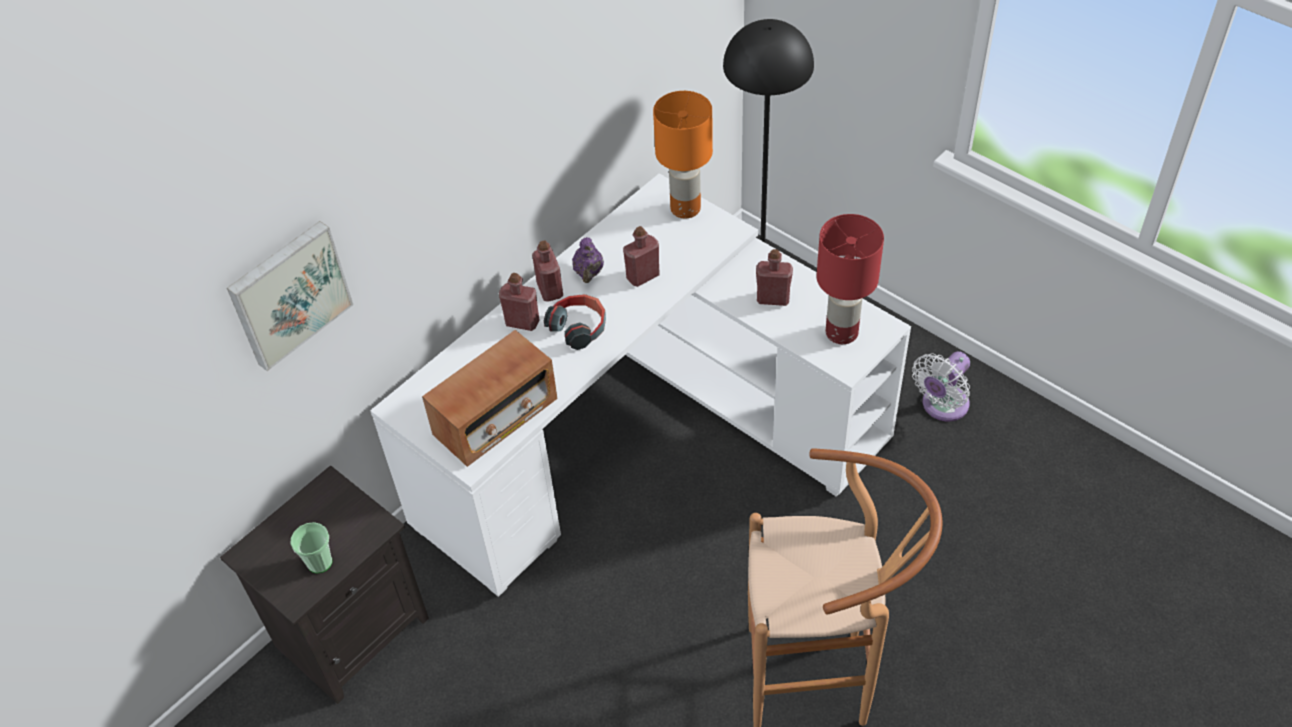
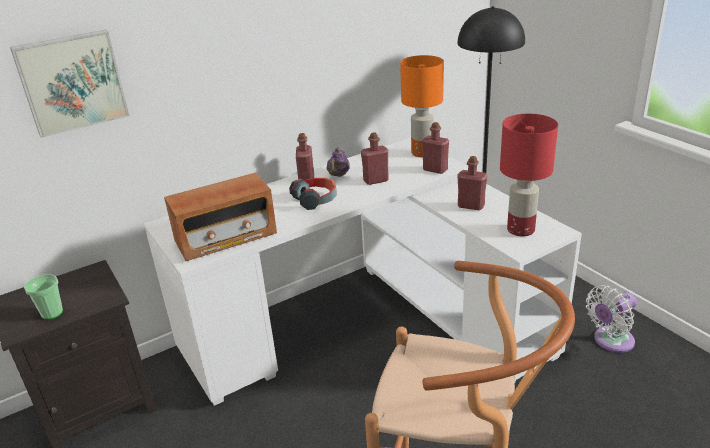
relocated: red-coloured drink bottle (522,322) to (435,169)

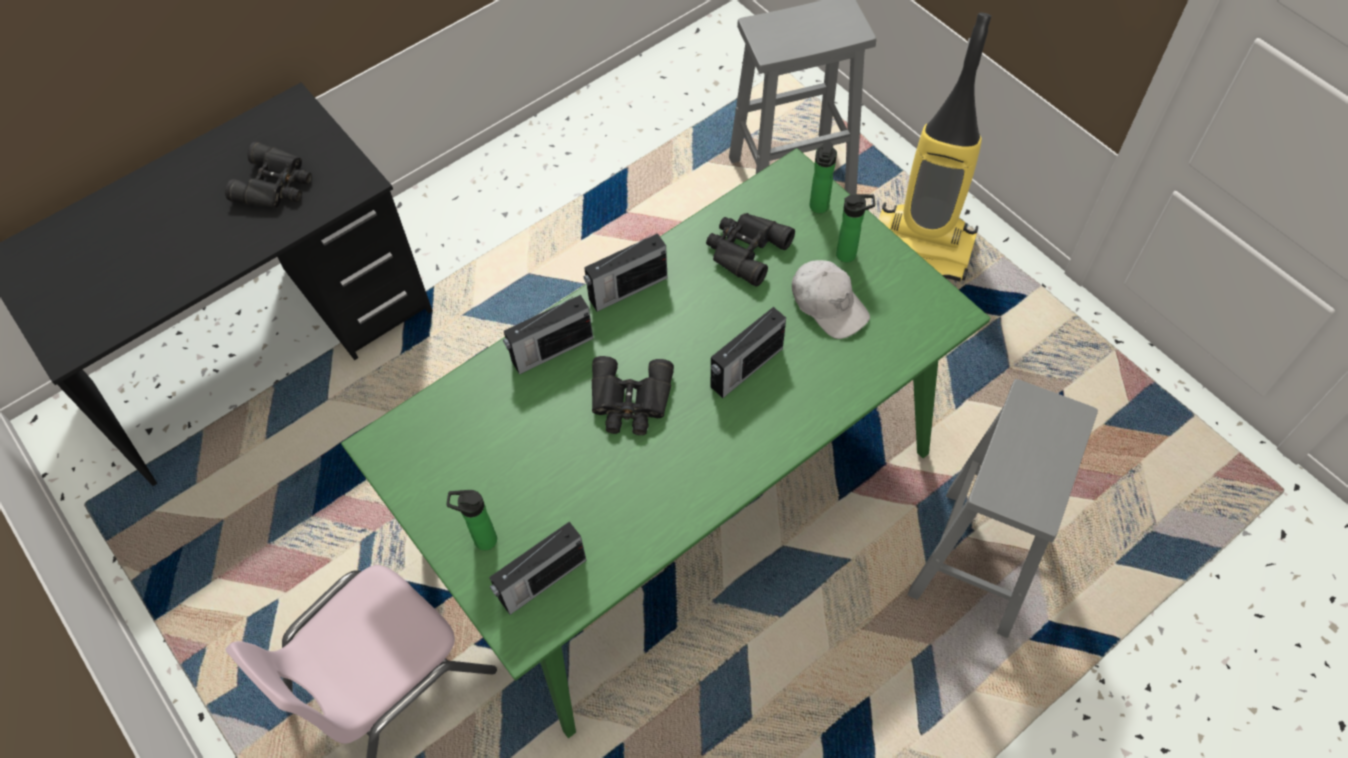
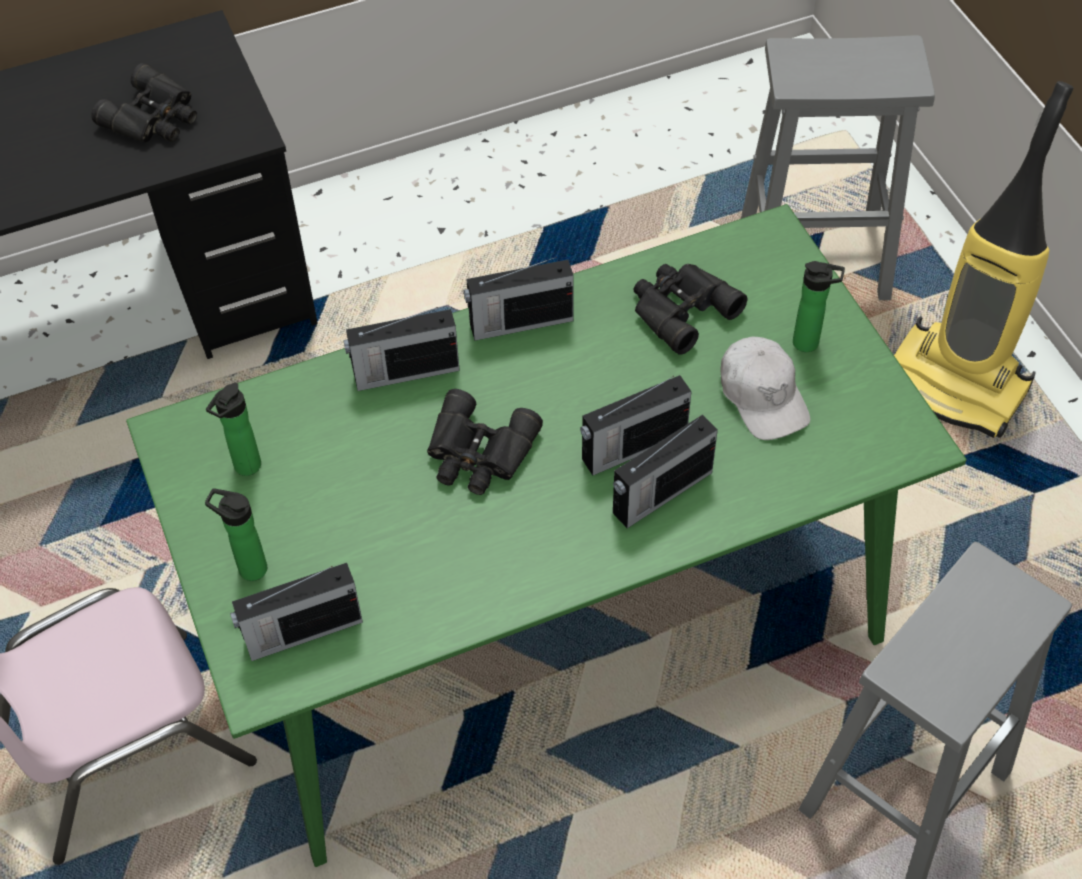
appeared: radio (660,493)
relocated: drink bottle (818,208) to (245,468)

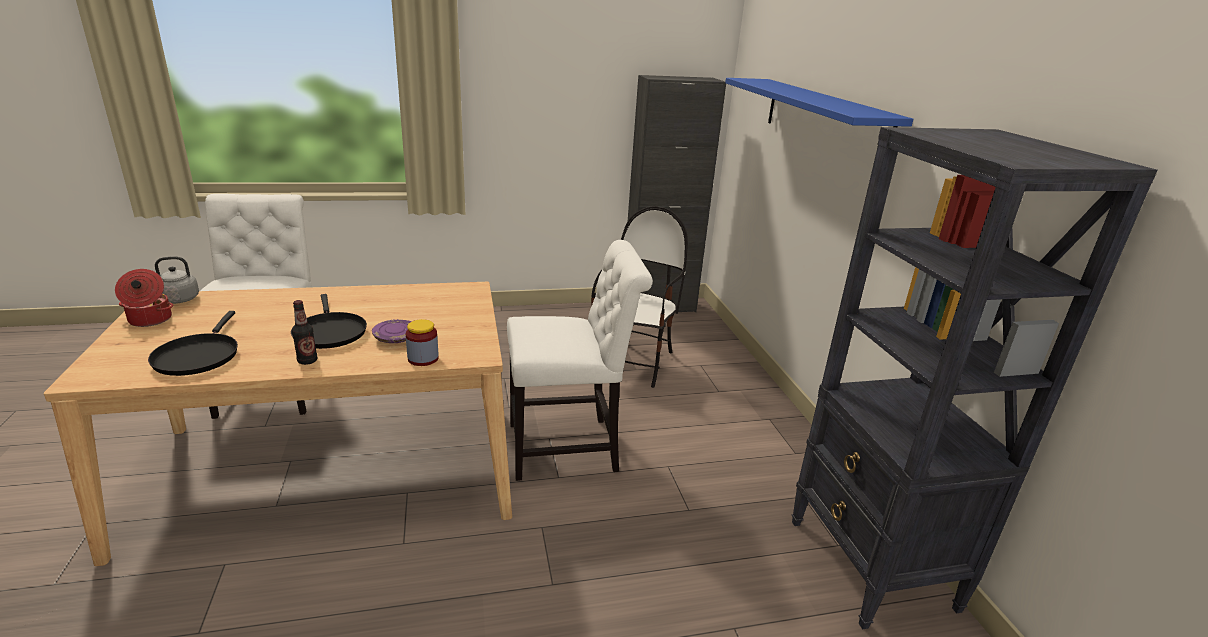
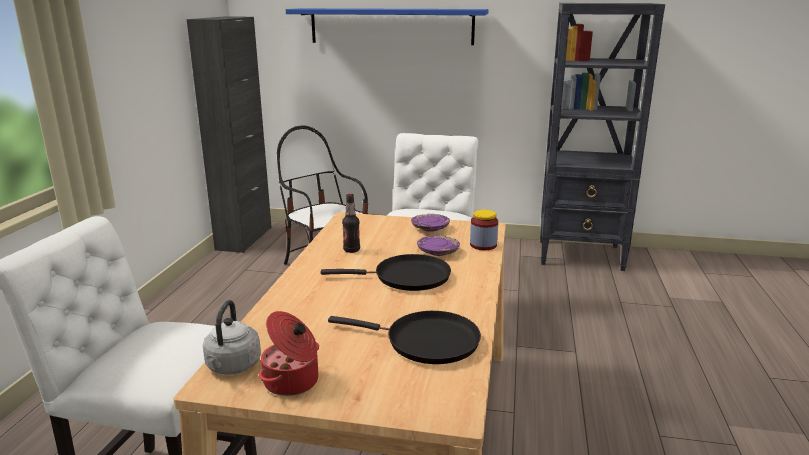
appeared: purple plate (430,228)
relocated: drink bottle (307,361) to (351,250)

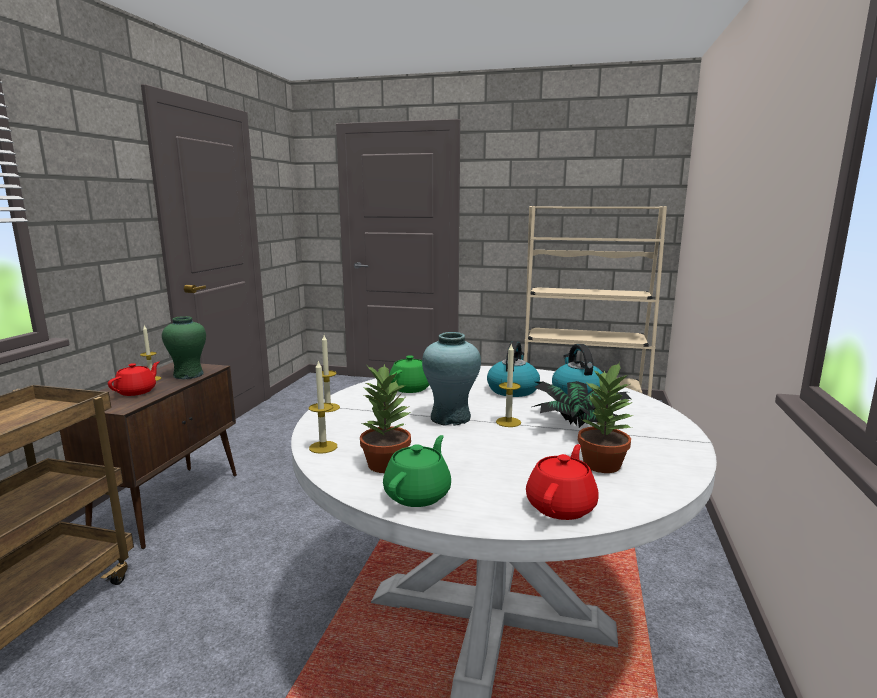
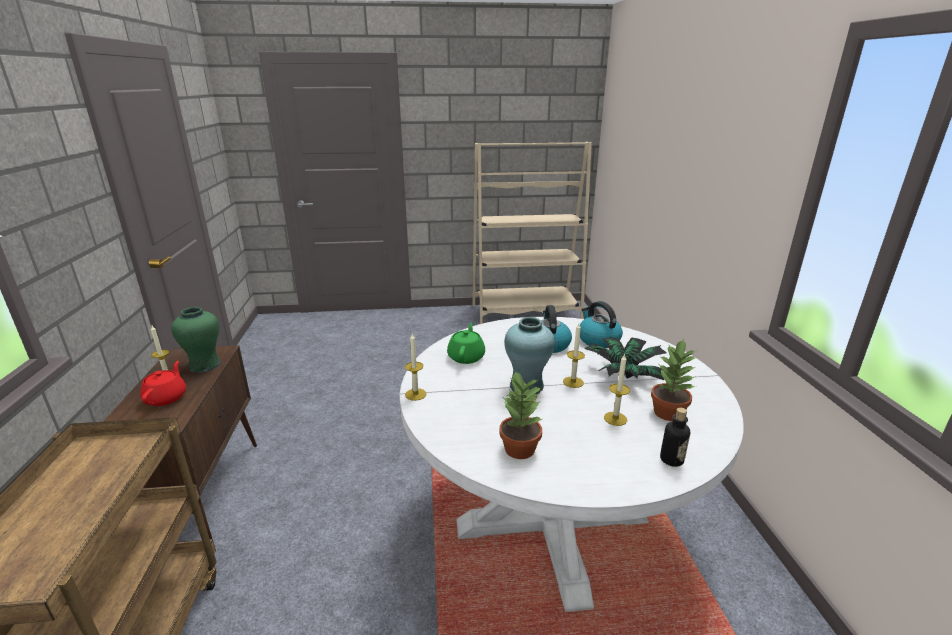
missing: green tea pot (418,494)
relocated: candle (323,447) to (615,418)
exchanged: red-coloured tea pot (561,506) to drink bottle (671,459)

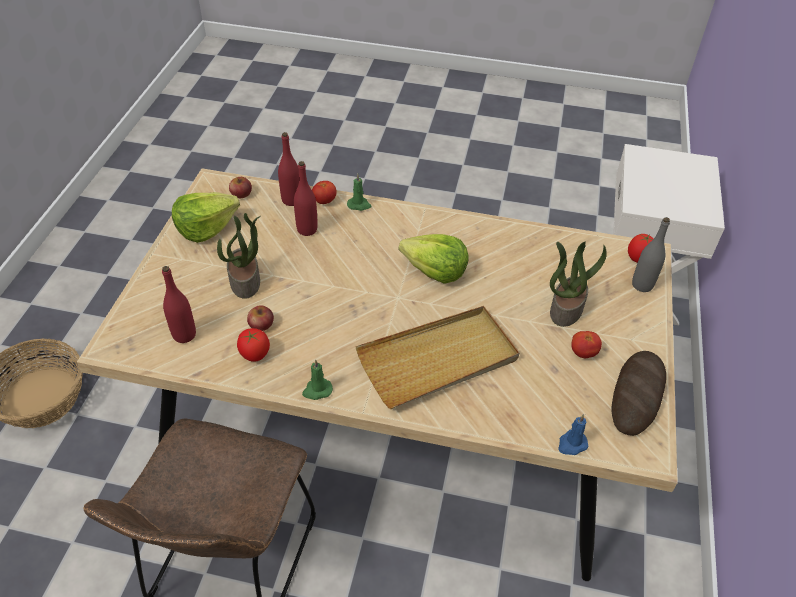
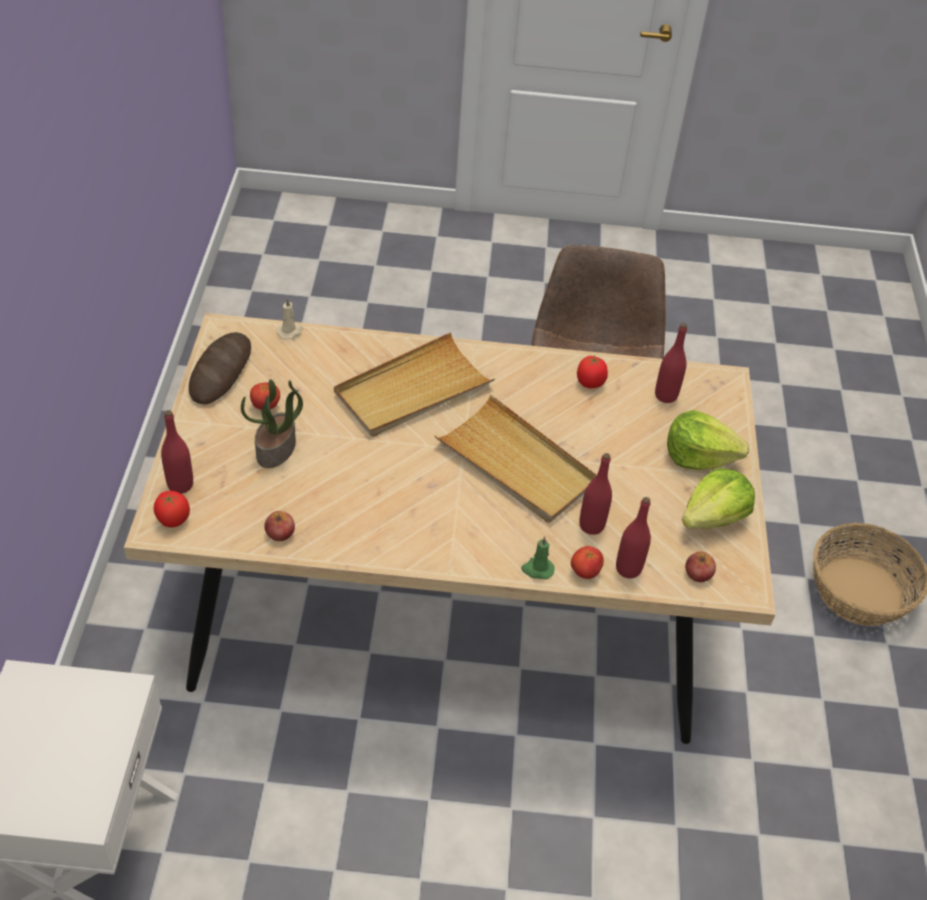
missing: potted plant (246,281); green candle (317,390)
appeared: sand-coloured carrying tray (517,464)
relocated: whole apple (261,324) to (280,533); lettuce head (435,271) to (698,456)
colour: gray drink bottle (642,285) to red-coloured drink bottle (180,485); bluish candle (571,444) to sand-coloured candle (290,332)

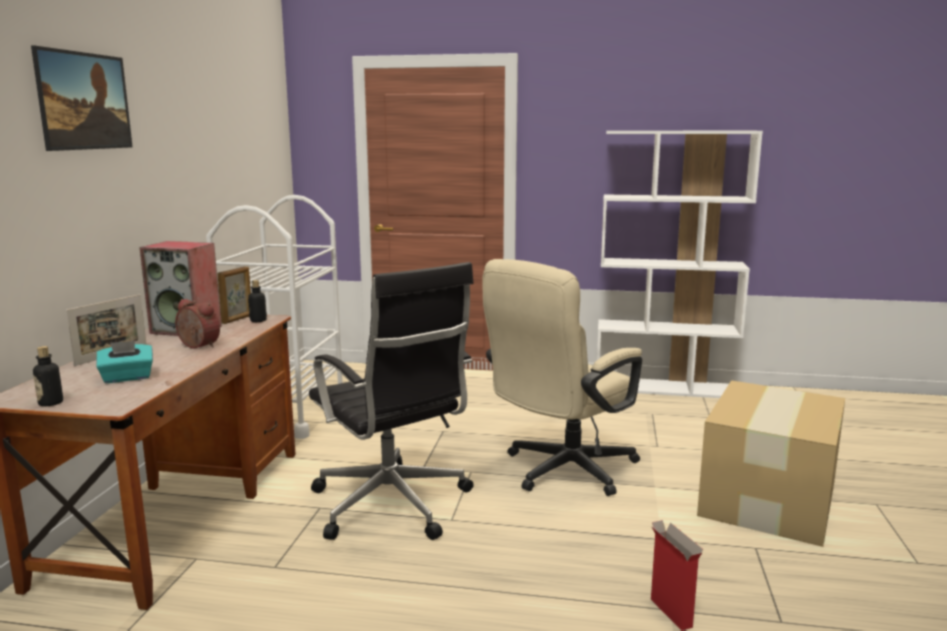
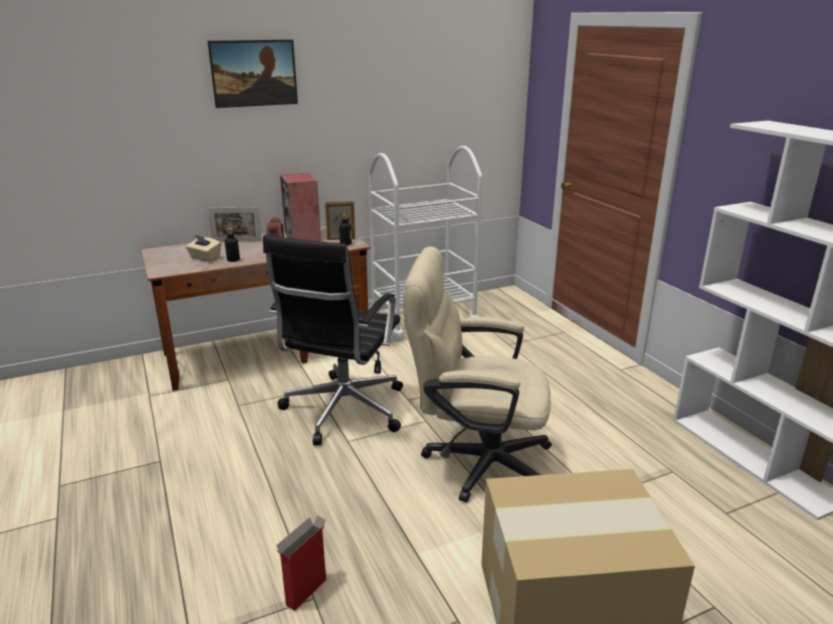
relocated: drink bottle (51,403) to (233,260)
colour: turquoise-coloured box of tissues (127,378) to sand-coloured box of tissues (205,258)

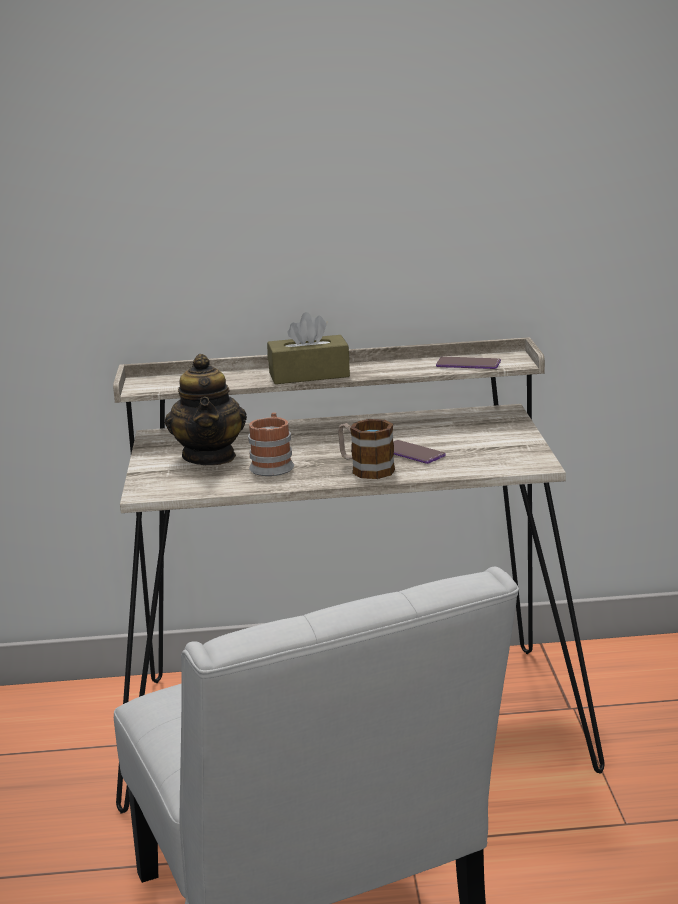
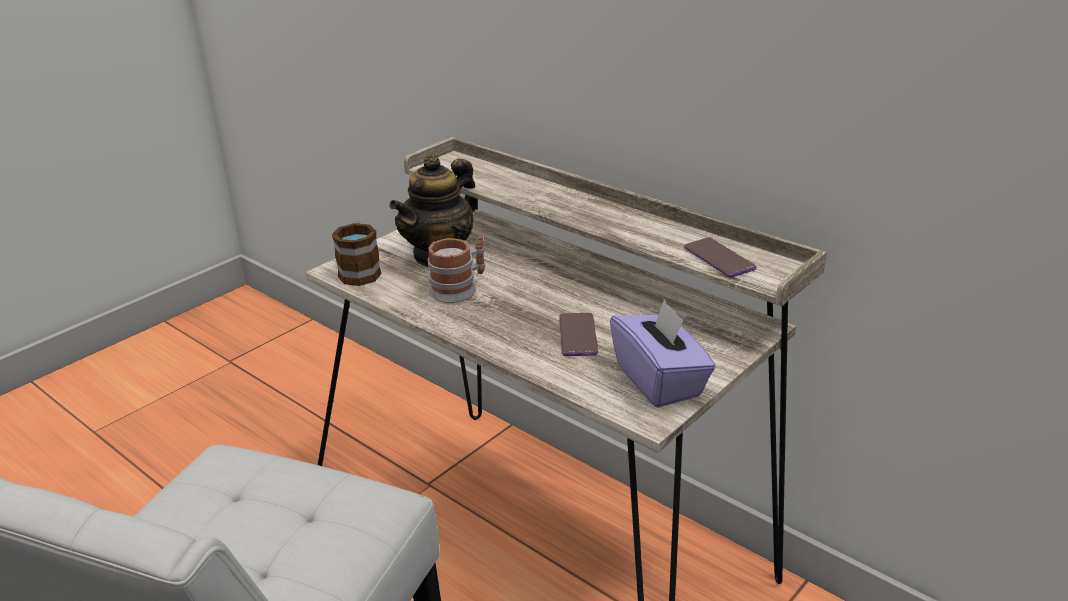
missing: brown box of tissues (309,375)
appeared: purple box of tissues (660,381)
relocated: tea mug (365,469) to (360,270)

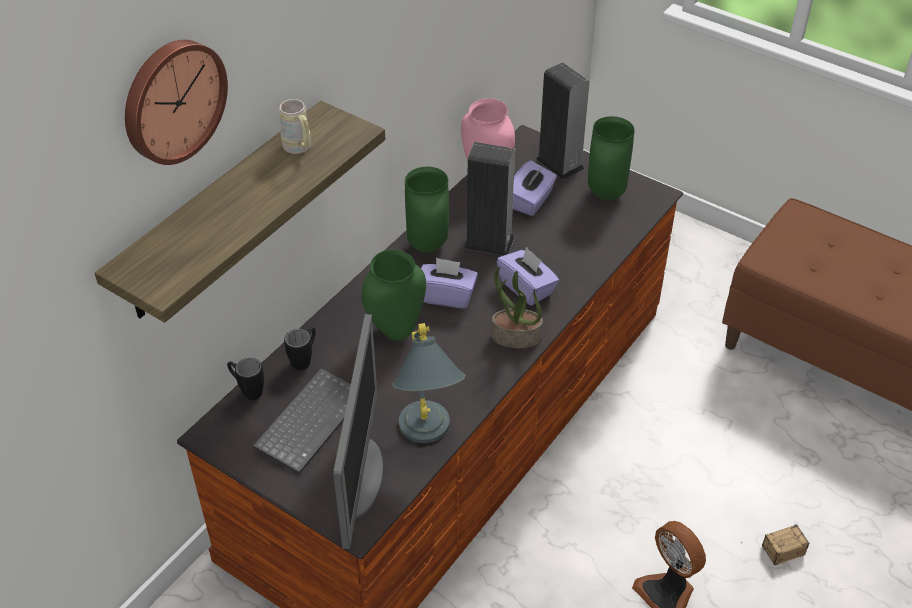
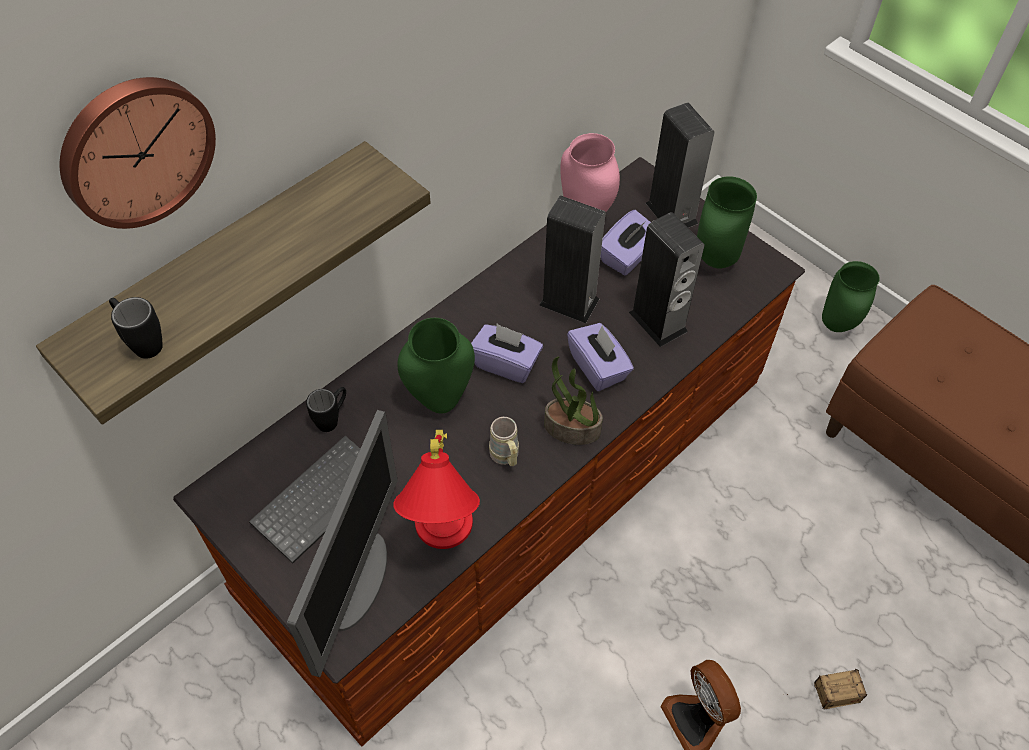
appeared: loudspeaker (658,321)
relocated: blackish tea mug (247,390) to (142,342); sand-coloured tea mug (299,149) to (506,458); green vase (429,246) to (838,325)
colour: gray tabletop lamp (427,438) to red-coloured tabletop lamp (442,543)

